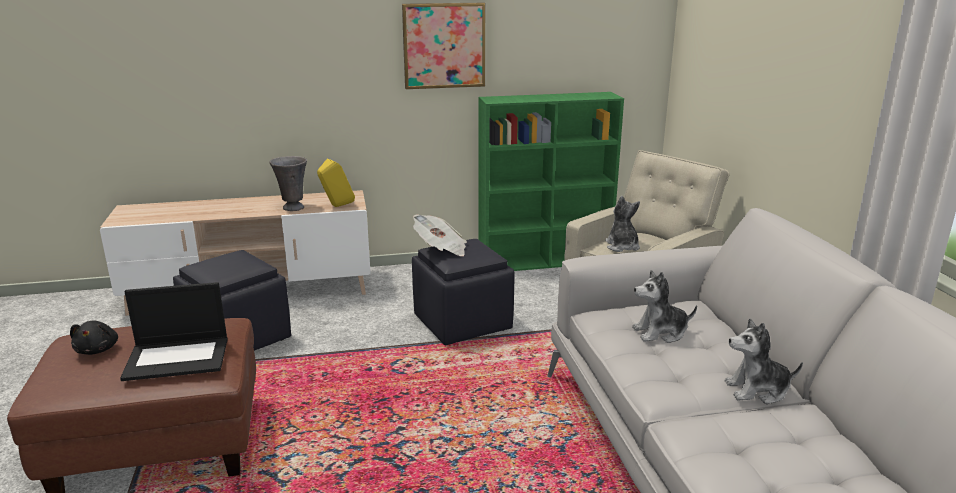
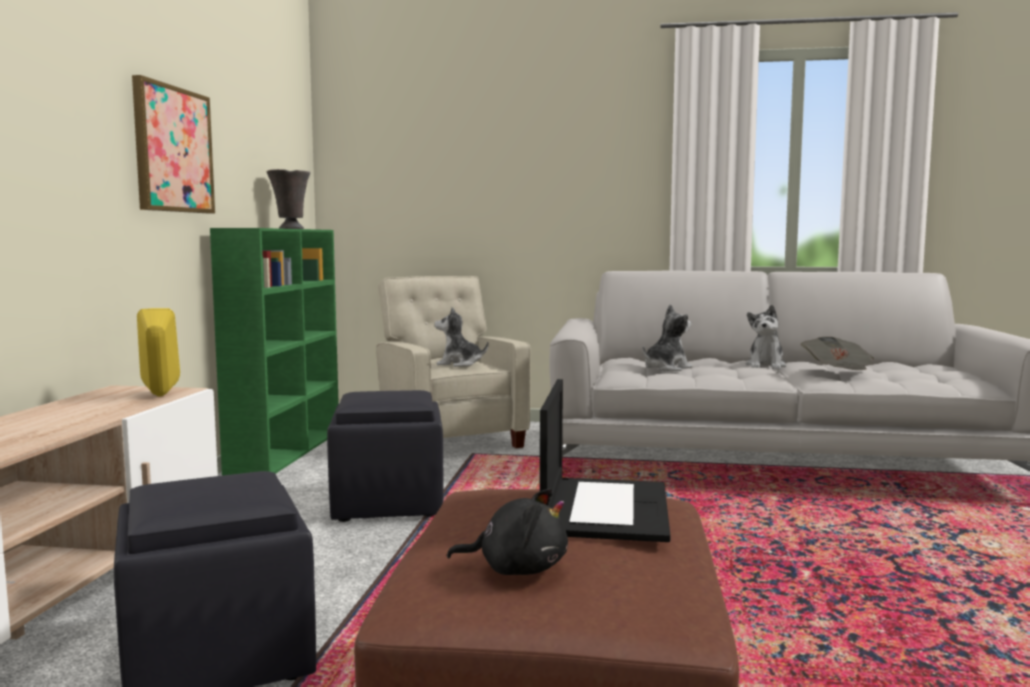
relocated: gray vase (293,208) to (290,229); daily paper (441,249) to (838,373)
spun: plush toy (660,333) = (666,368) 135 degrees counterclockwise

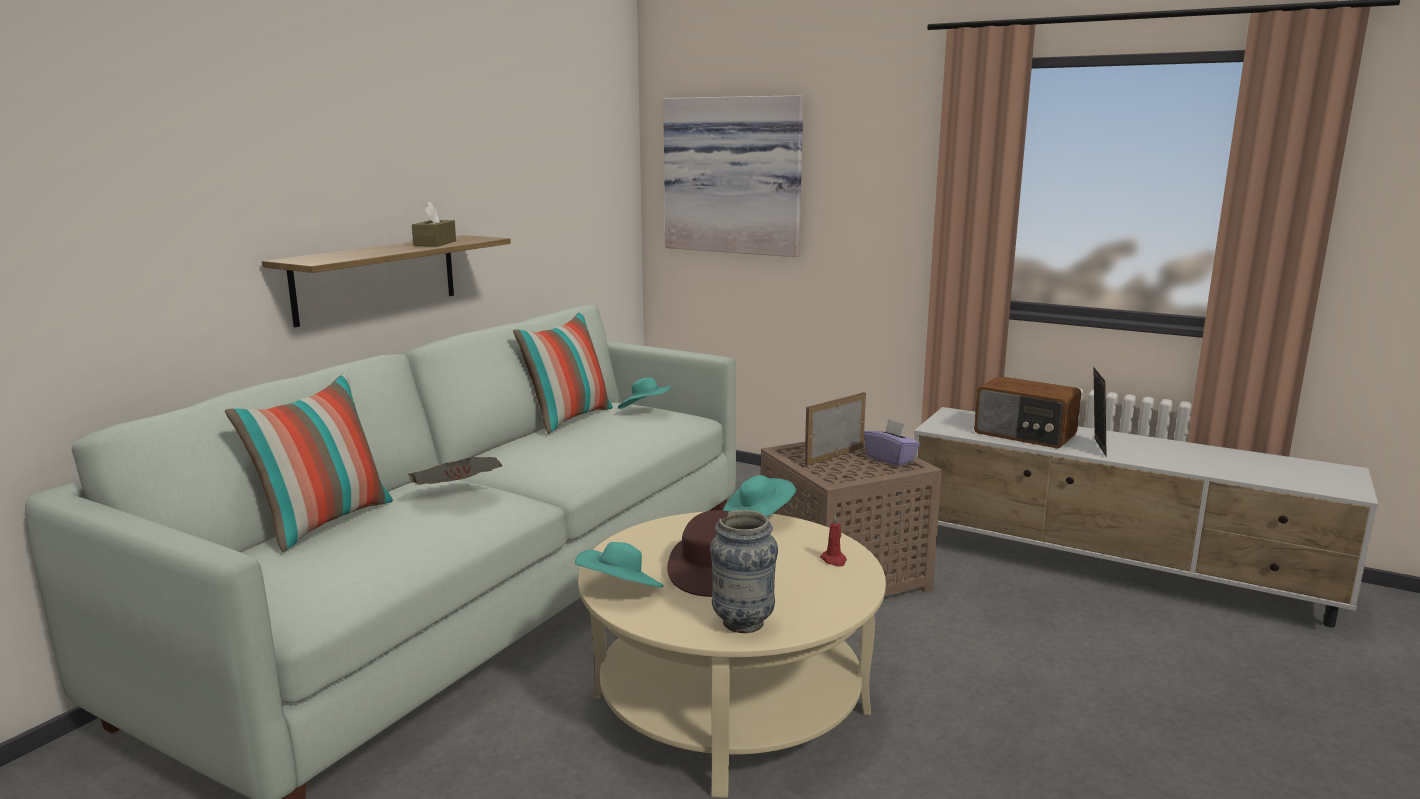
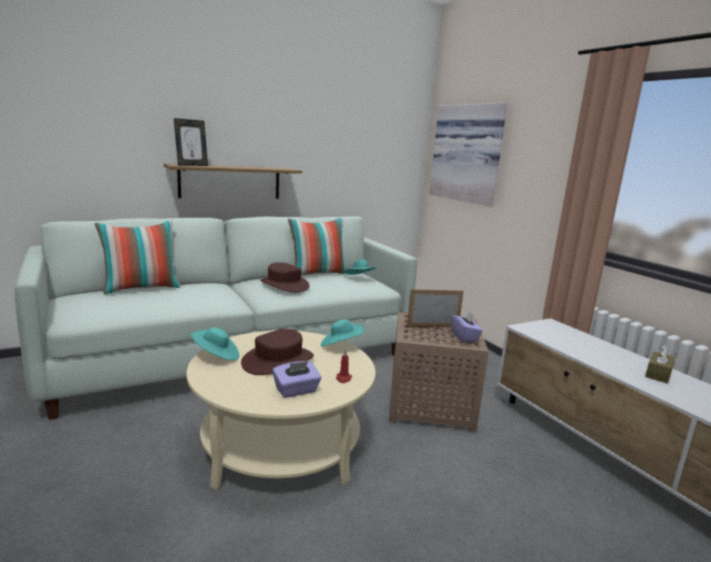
missing: daily paper (457,495); vase (742,623); radio (1024,434)
appeared: brown wearable hat (284,285); purple box of tissues (296,391)
relocated: standing frame (1095,447) to (191,165); brown box of tissues (435,243) to (658,374)

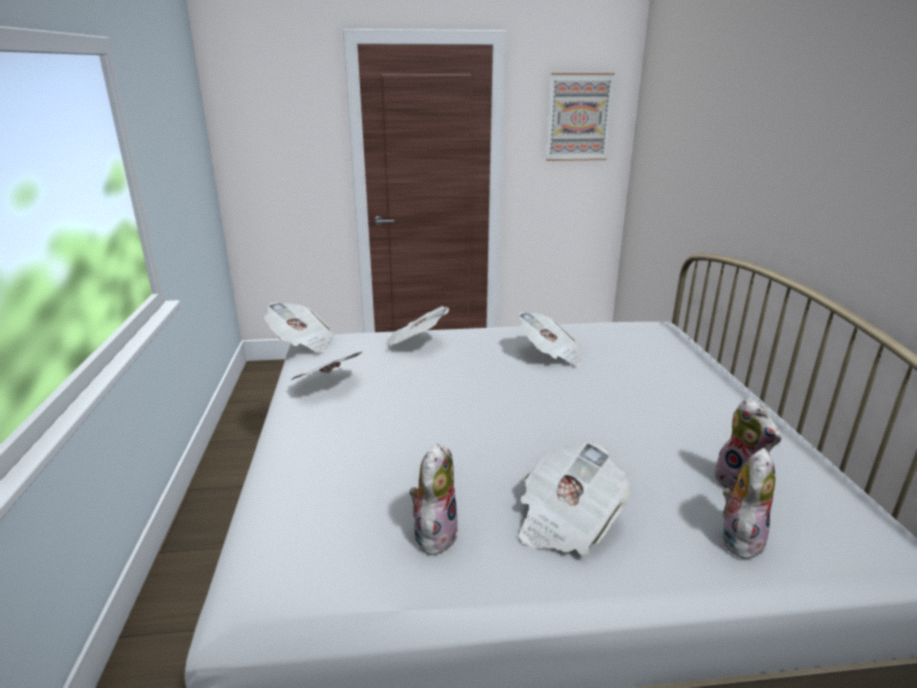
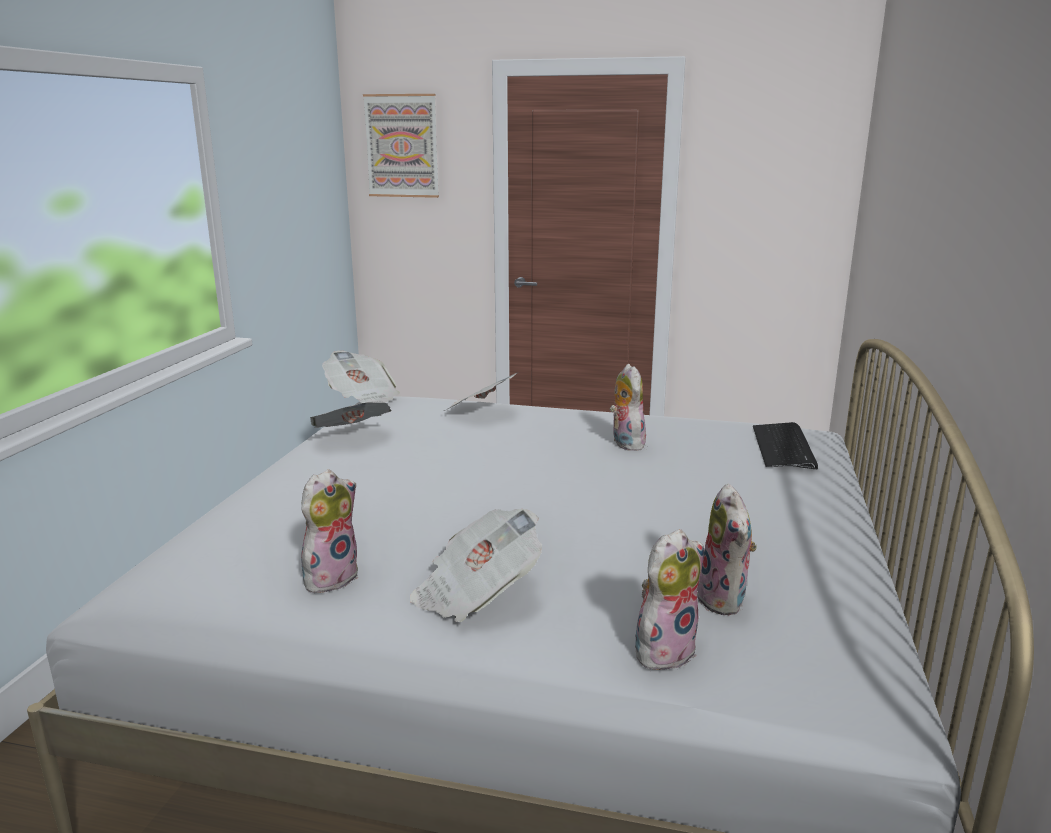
appeared: keyboard (784,447)
relocated: picture (579,117) to (402,146)
exchanged: daily paper (551,355) to plush toy (625,443)

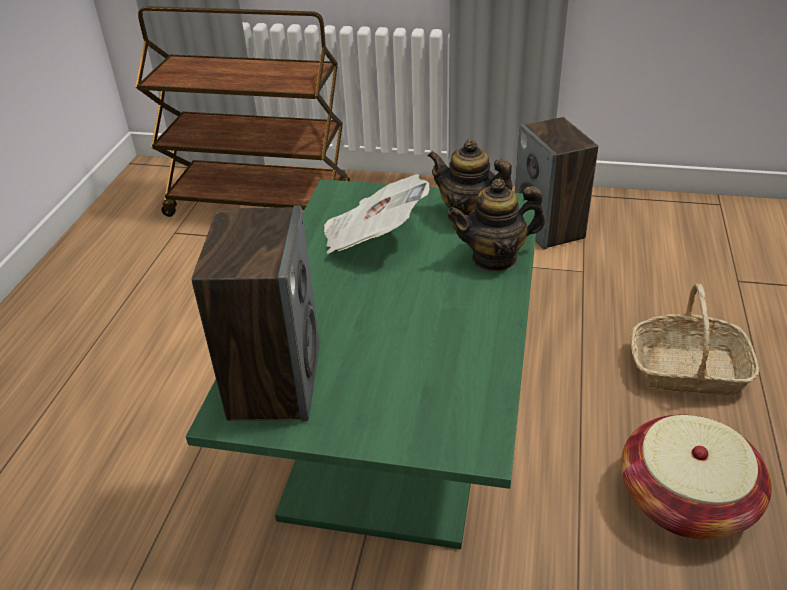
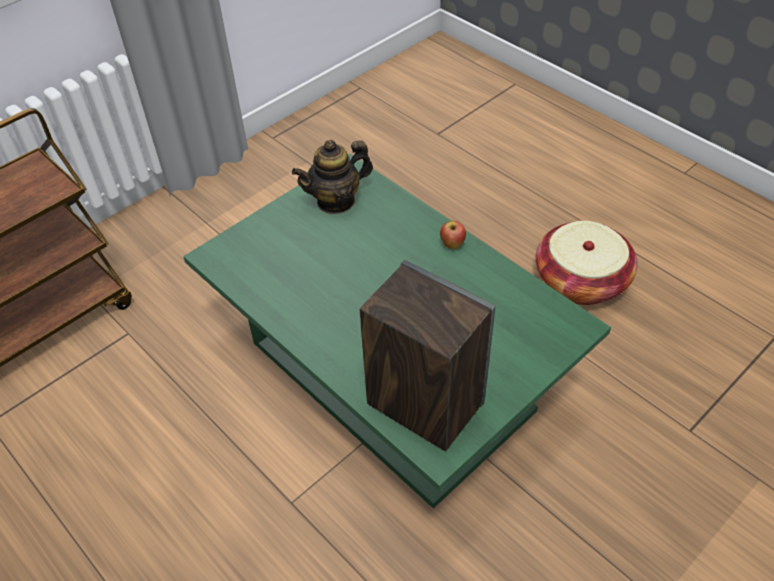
missing: daily paper (373,238); tea pot (495,258); loudspeaker (549,228); household basket (687,370)
appeared: whole apple (452,245)

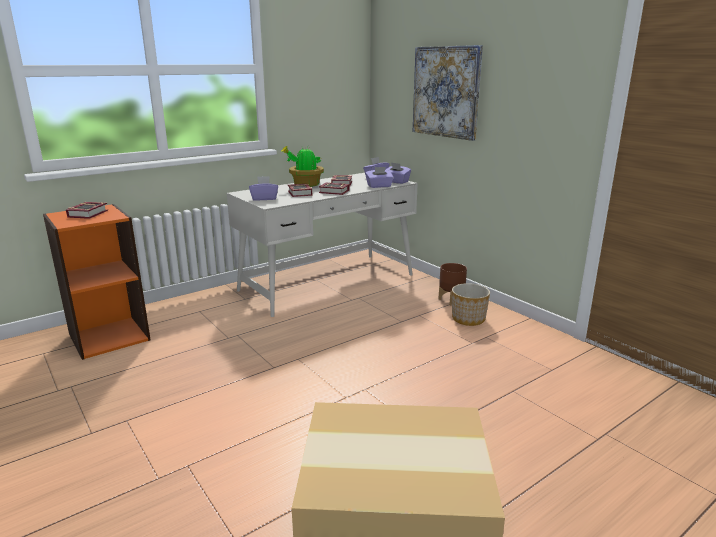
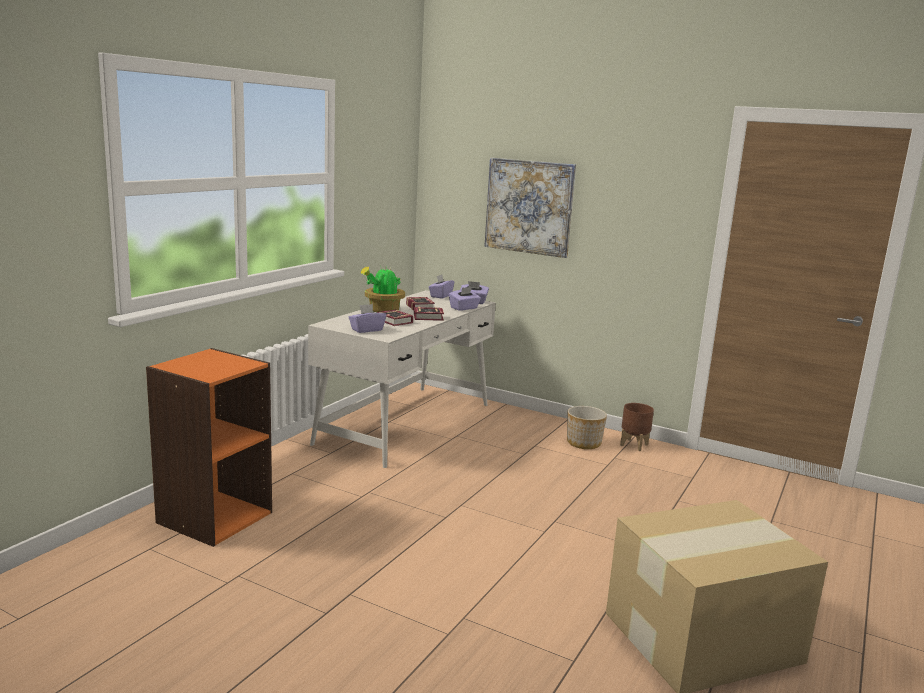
missing: book (90,213)
relocated: brown planter (451,300) to (633,445)

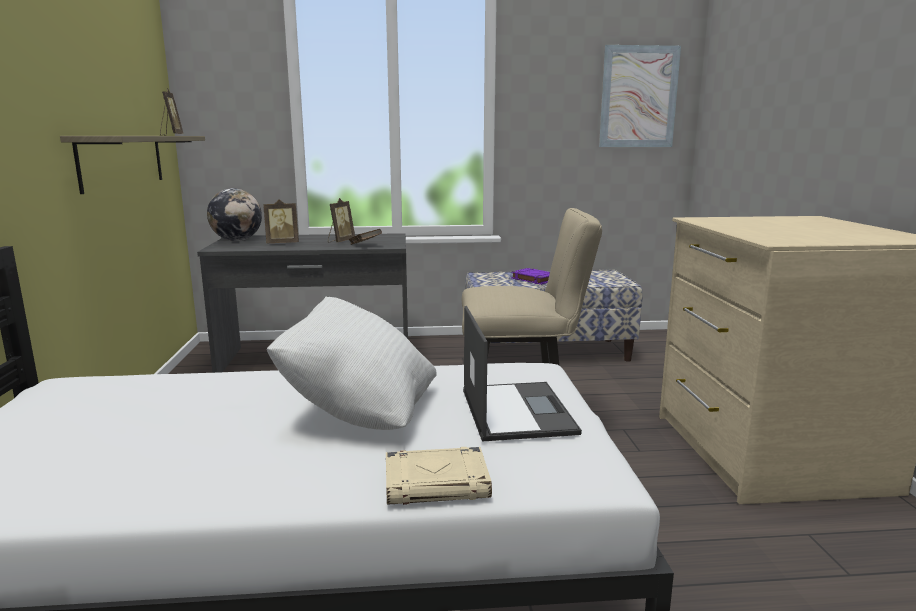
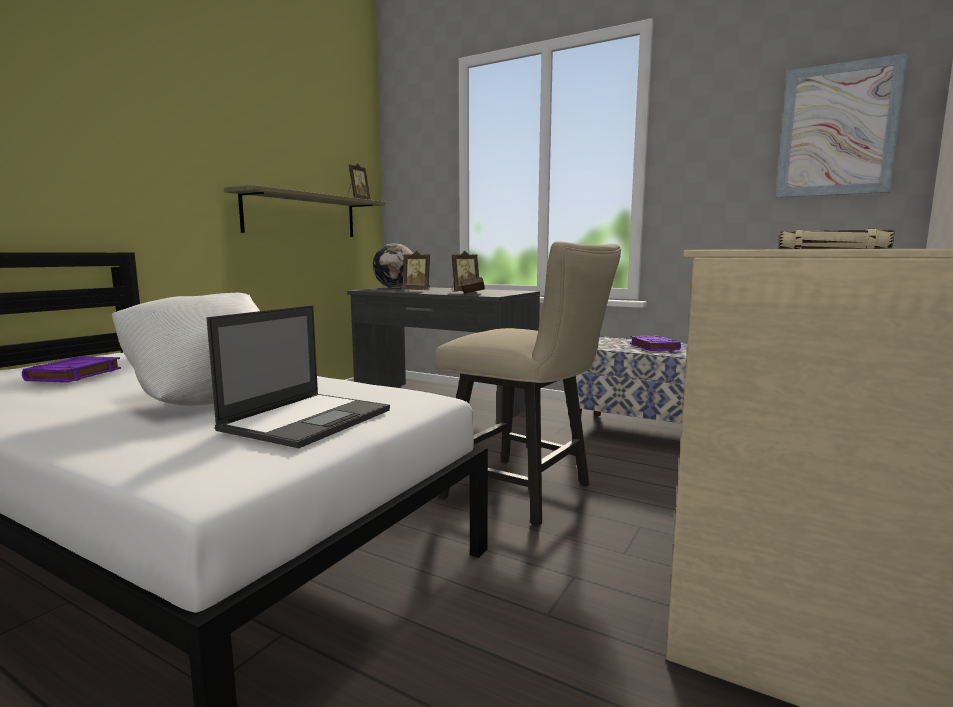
appeared: purple book (74,375)
relocated: sand-coloured book (437,483) to (831,249)

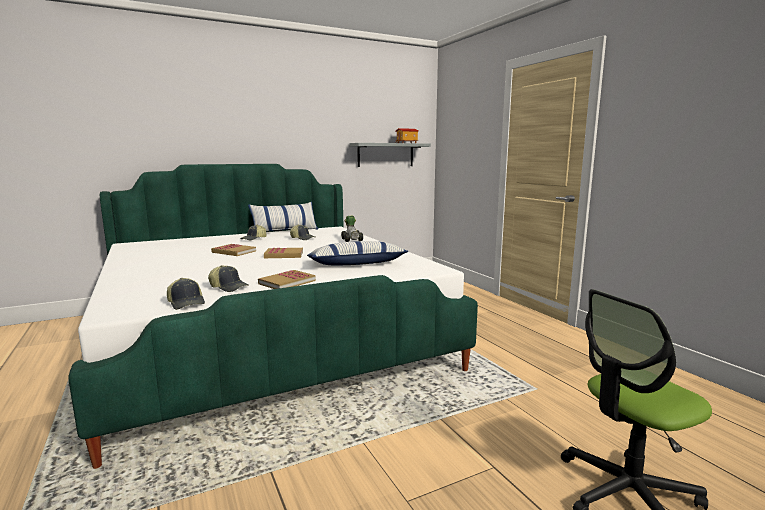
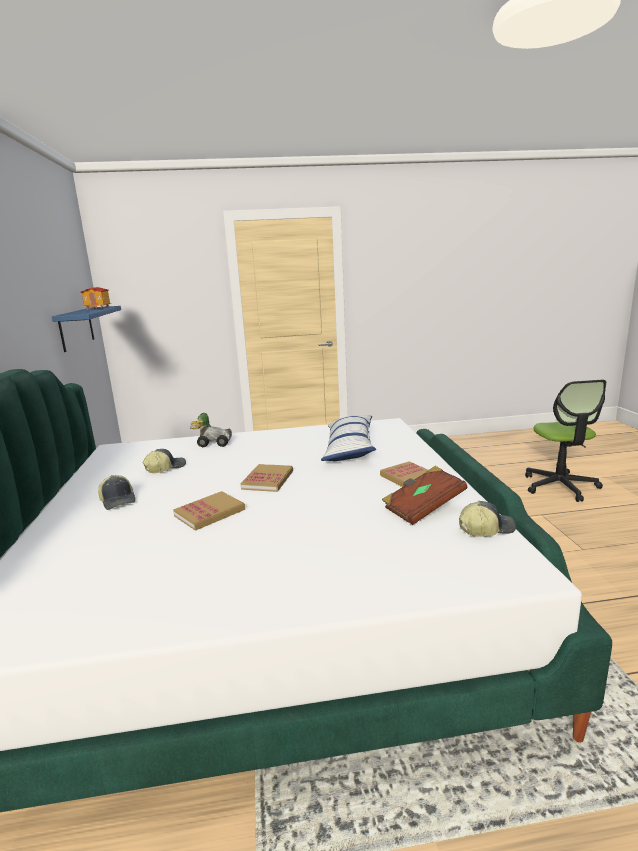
missing: cushion (284,231)
exchanged: peaked cap (229,287) to brown book (423,508)
colour: gray shelf (385,155) to bluish shelf (76,328)

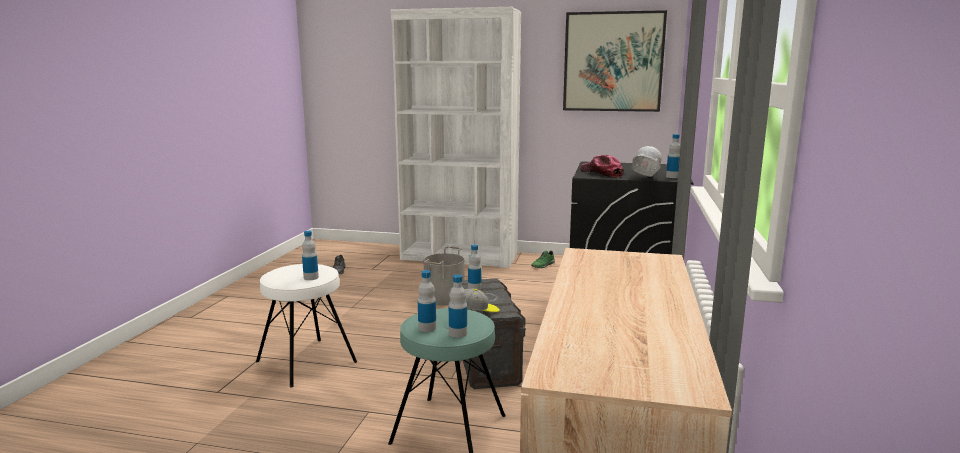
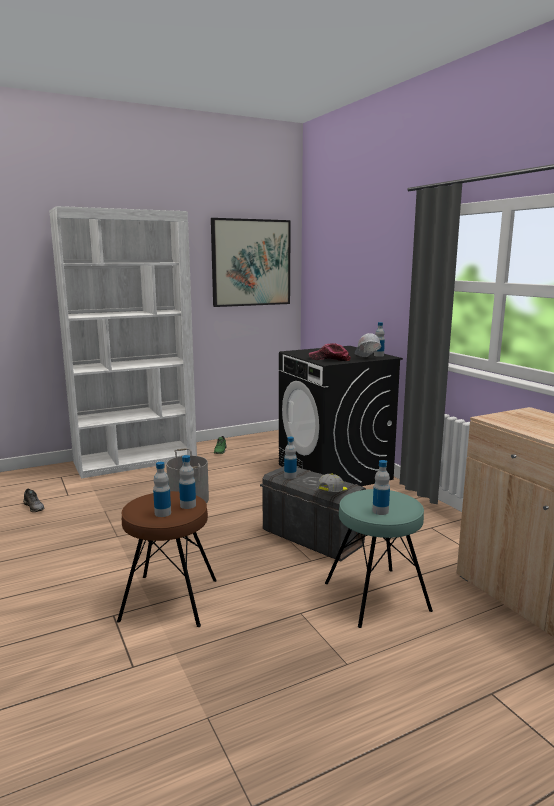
relocated: drink bottle (458,333) to (162,513)
colour: white-coloured sitting stool (306,362) to brown sitting stool (170,600)

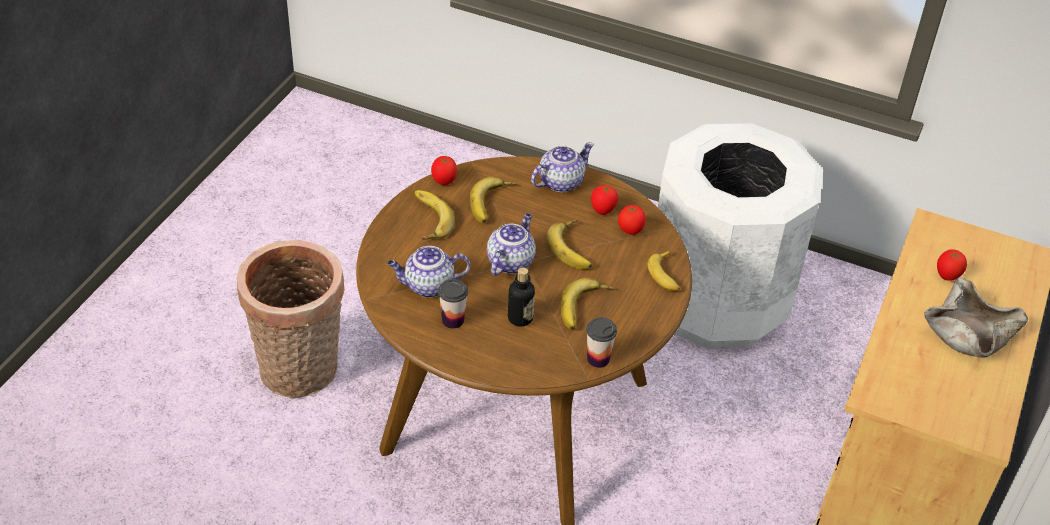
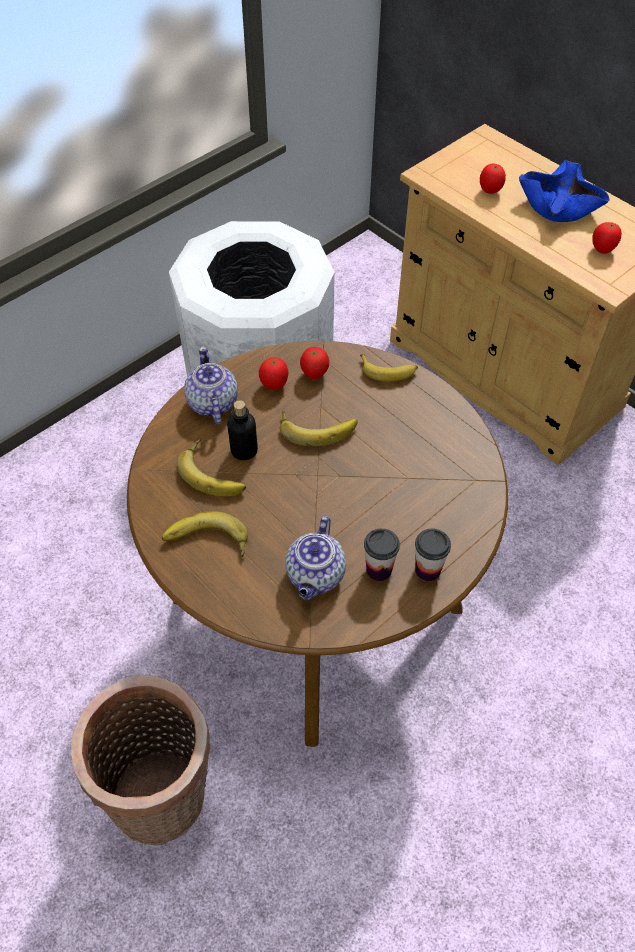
missing: tea pot (510,261); banana fruit (585,308)
relocated: drink bottle (520,318) to (244,450); small cup (598,359) to (427,569); tomato (444,182) to (602,250)
colour: sand-coloured bowl (969,334) to bluish bowl (559,205)

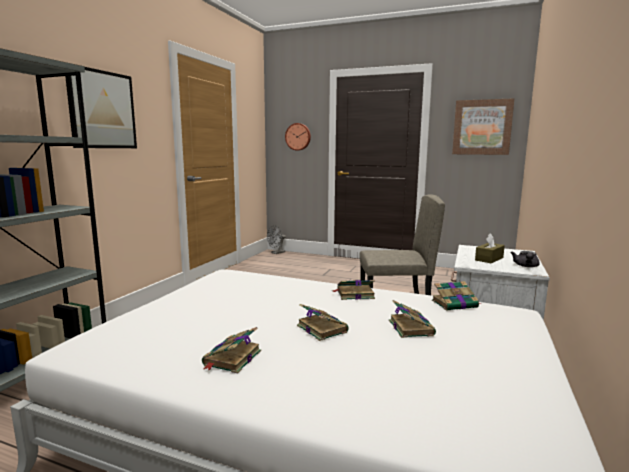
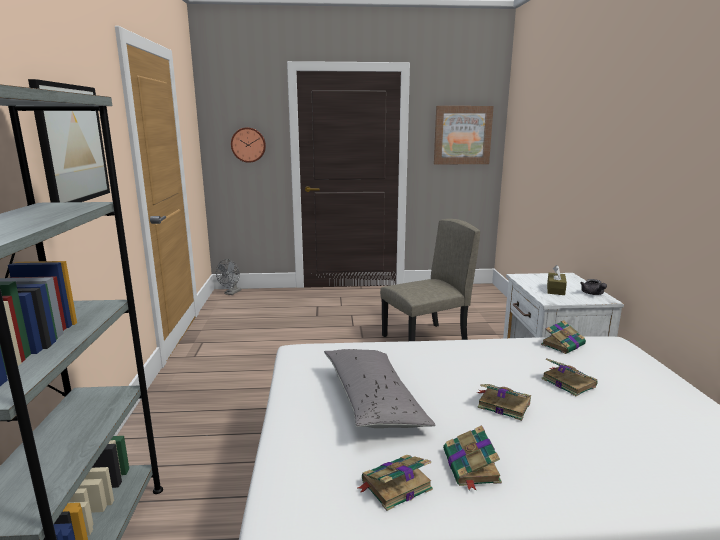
appeared: gray cushion (373,400)
relocated: book (354,294) to (395,486)

